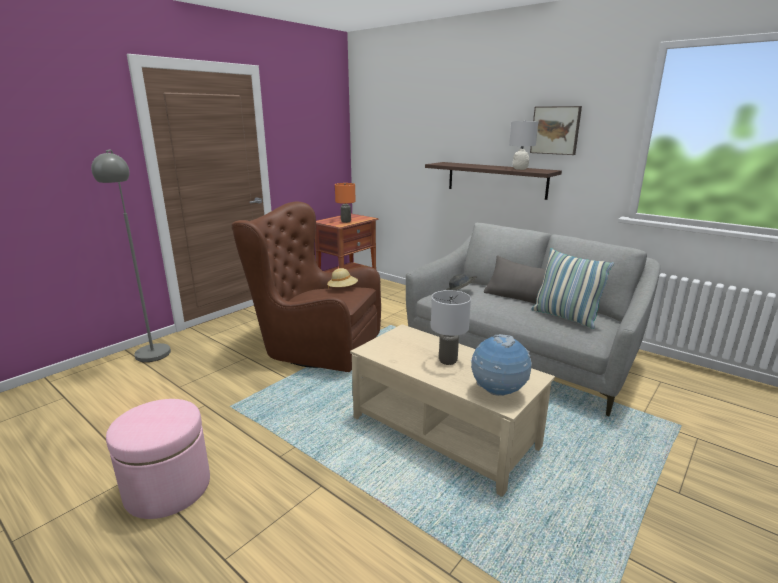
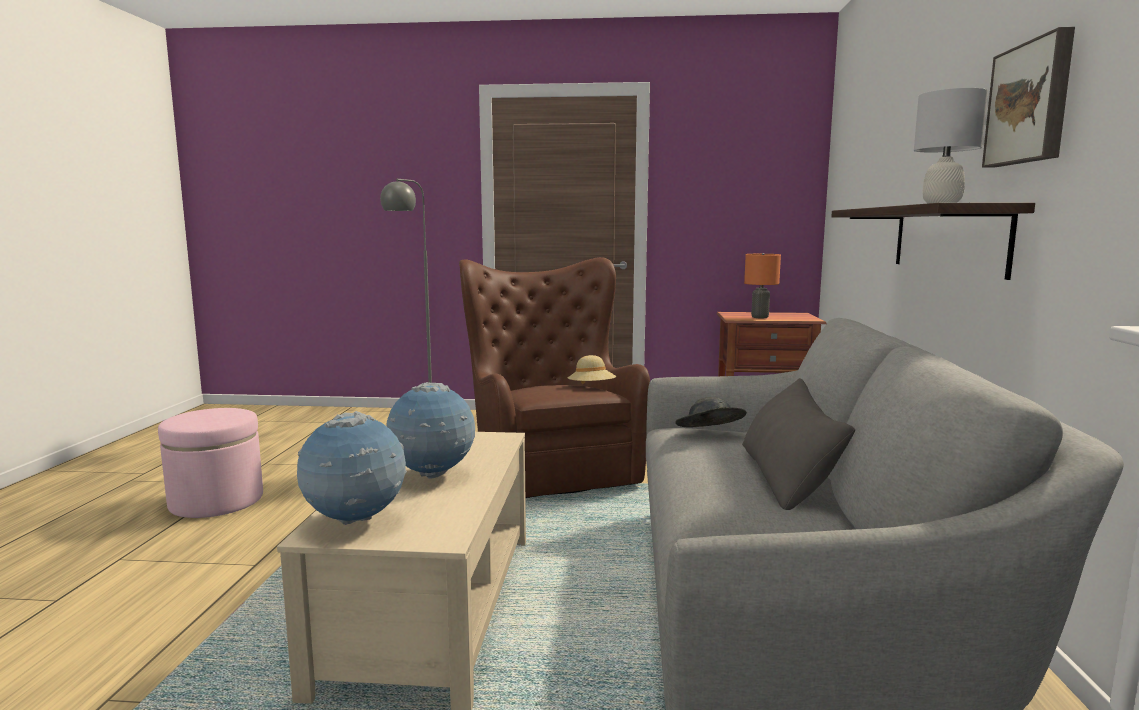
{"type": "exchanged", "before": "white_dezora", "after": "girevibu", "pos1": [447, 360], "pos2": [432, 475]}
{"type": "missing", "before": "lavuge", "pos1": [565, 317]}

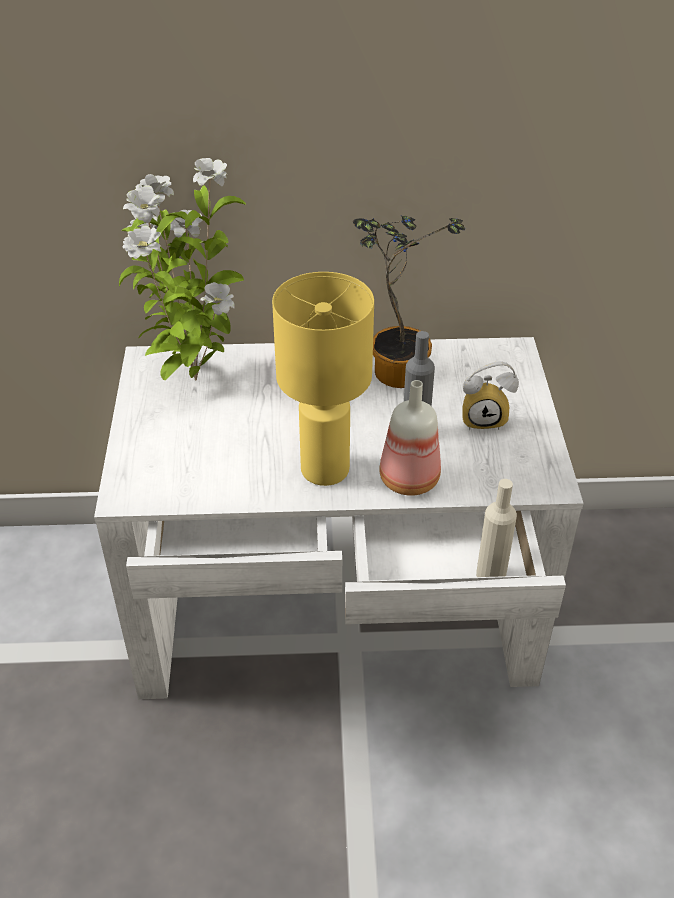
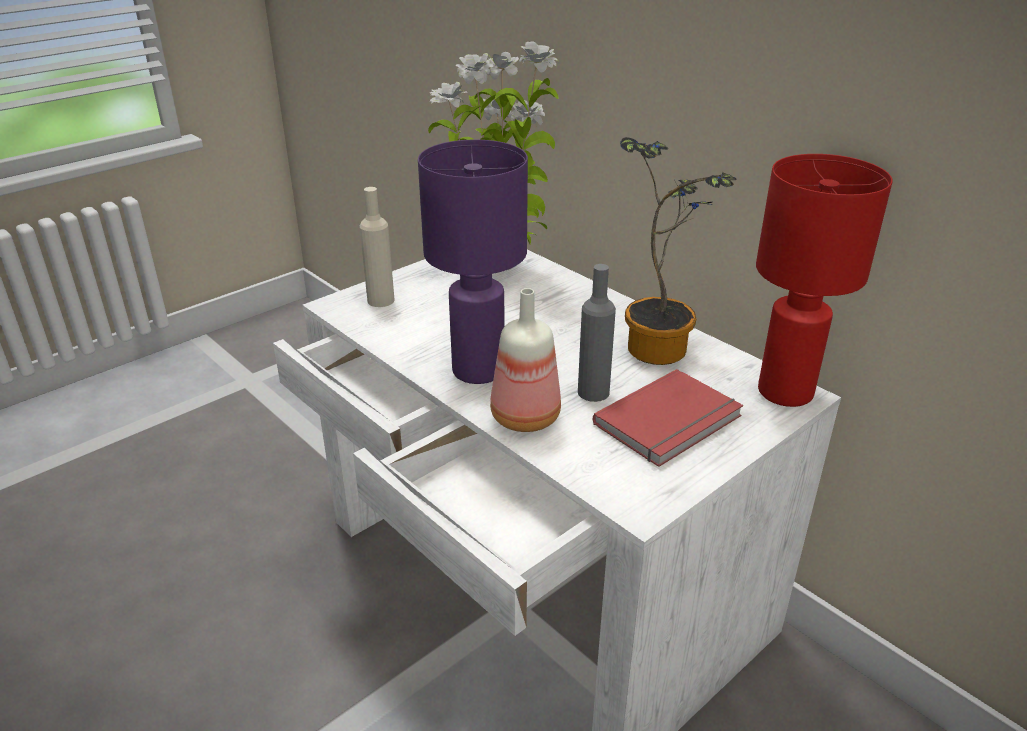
{"type": "relocated", "before": "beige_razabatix", "pos1": [491, 574], "pos2": [381, 300]}
{"type": "colour", "before": "yellow_dezora", "after": "purple_dezora", "pos1": [326, 469], "pos2": [479, 371]}
{"type": "exchanged", "before": "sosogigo", "after": "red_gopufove", "pos1": [484, 418], "pos2": [671, 422]}
{"type": "appeared", "after": "red_dezora", "pos2": [783, 391]}

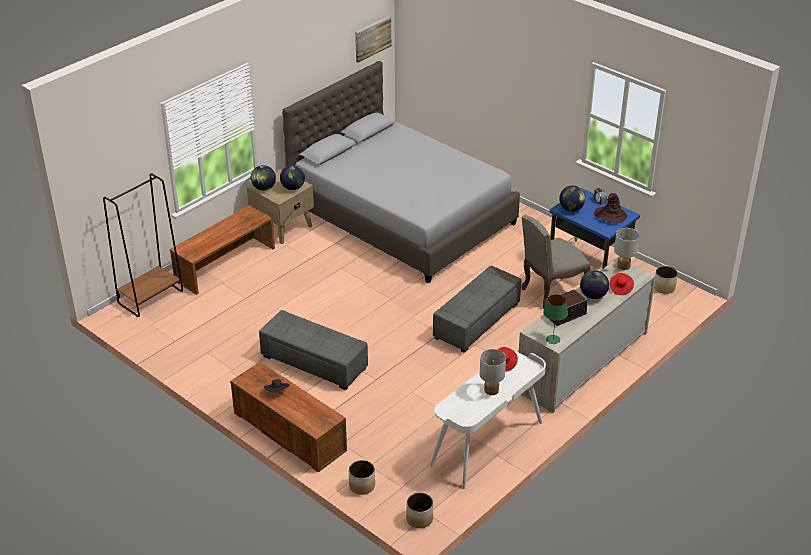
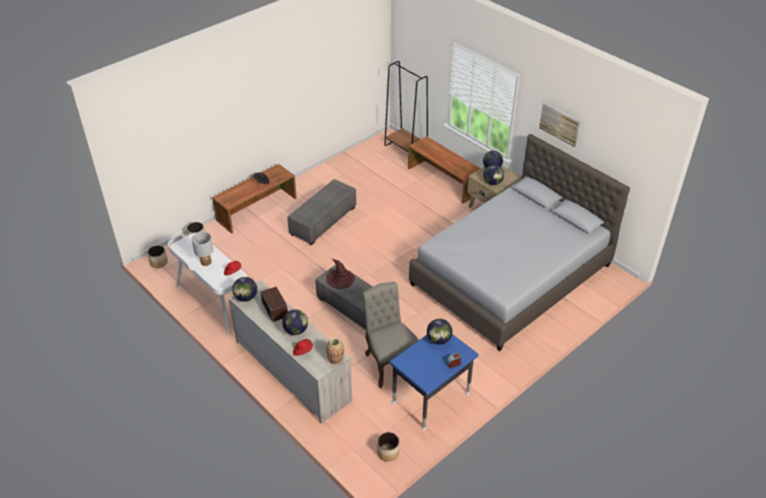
{"type": "exchanged", "before": "green_dezora", "after": "girevibu", "pos1": [553, 339], "pos2": [246, 297]}
{"type": "exchanged", "before": "grey_dezora", "after": "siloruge", "pos1": [623, 266], "pos2": [335, 359]}
{"type": "relocated", "before": "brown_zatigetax", "pos1": [610, 215], "pos2": [340, 279]}
{"type": "relocated", "before": "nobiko", "pos1": [372, 38], "pos2": [560, 123]}

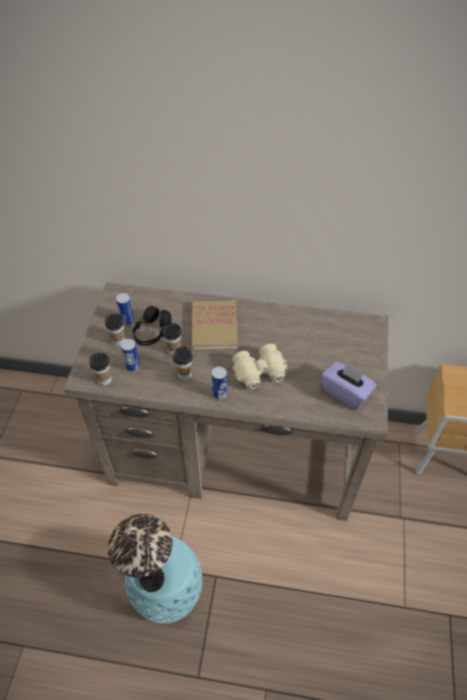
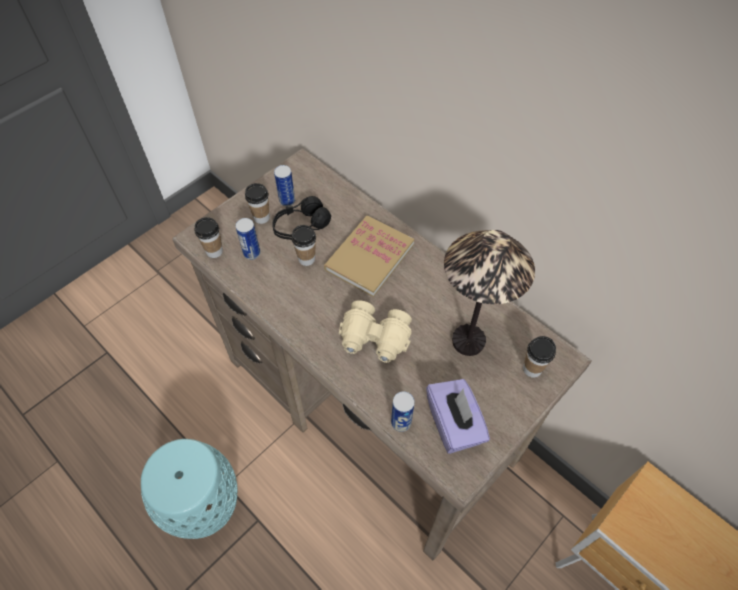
{"type": "relocated", "before": "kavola", "pos1": [219, 394], "pos2": [401, 422]}
{"type": "relocated", "before": "dezora", "pos1": [152, 579], "pos2": [468, 340]}
{"type": "relocated", "before": "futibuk", "pos1": [184, 374], "pos2": [532, 369]}

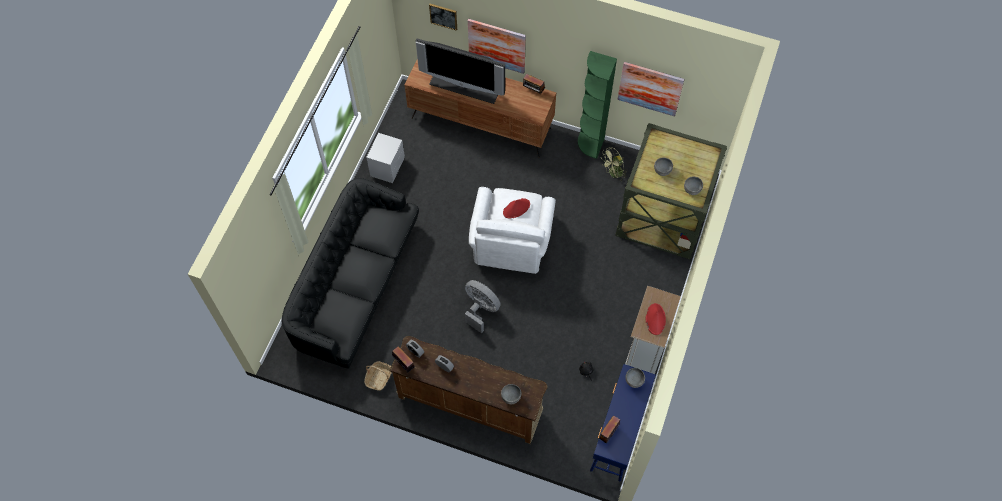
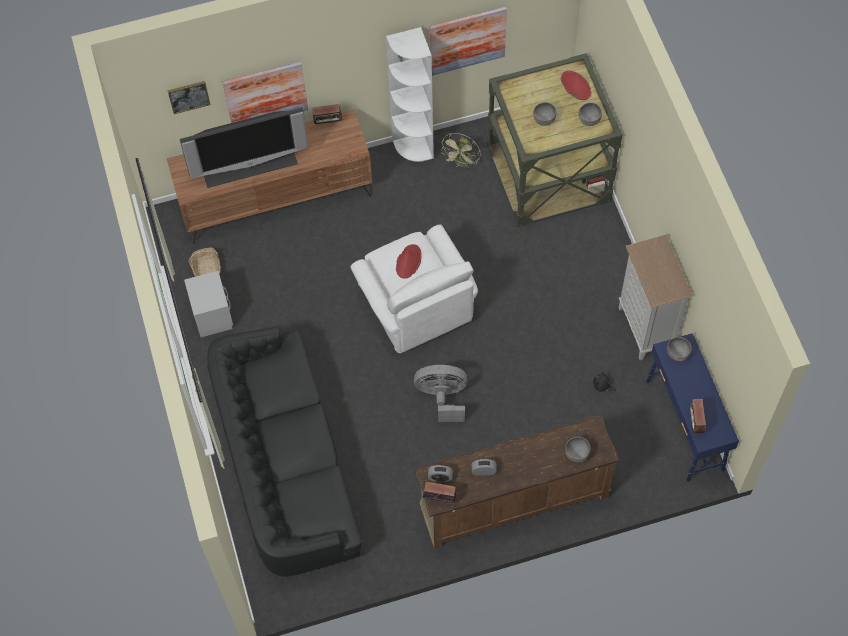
{"type": "relocated", "before": "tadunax", "pos1": [379, 378], "pos2": [206, 267]}
{"type": "colour", "before": "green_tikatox", "after": "white_tikatox", "pos1": [589, 146], "pos2": [414, 150]}
{"type": "relocated", "before": "red_zatigetax", "pos1": [655, 319], "pos2": [575, 85]}

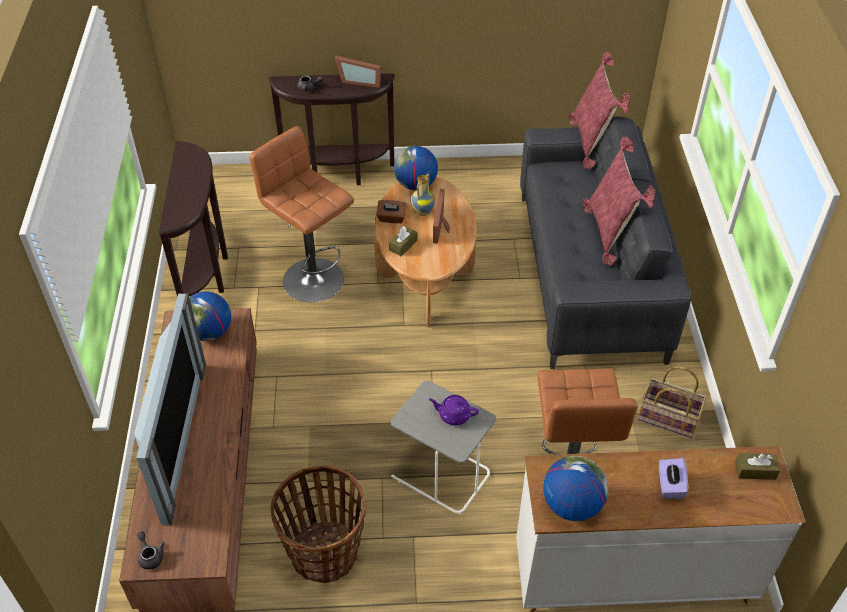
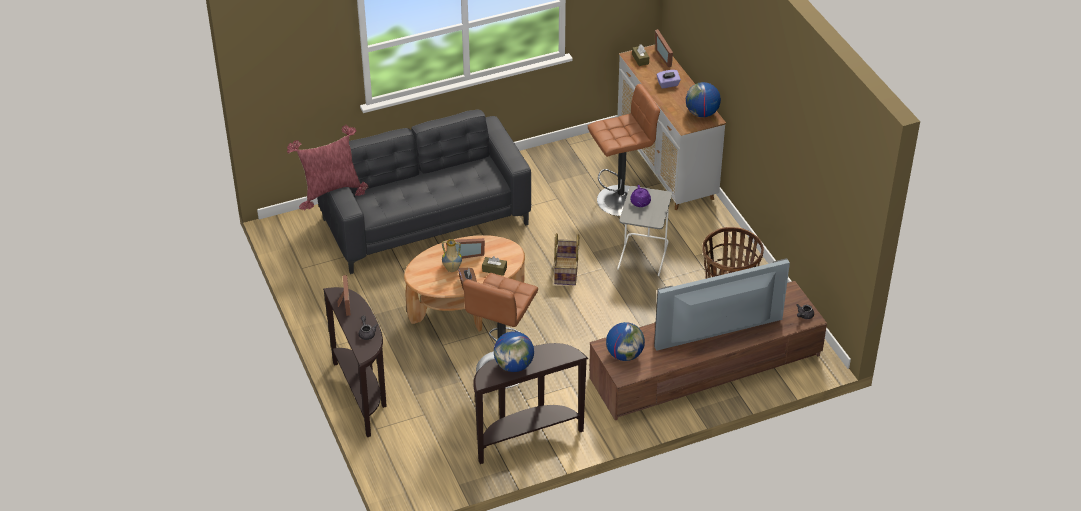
{"type": "relocated", "before": "girevibu", "pos1": [415, 185], "pos2": [514, 365]}
{"type": "relocated", "before": "tadunax", "pos1": [667, 418], "pos2": [567, 271]}
{"type": "appeared", "after": "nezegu", "pos2": [665, 56]}
{"type": "missing", "before": "red_lavuge", "pos1": [610, 236]}

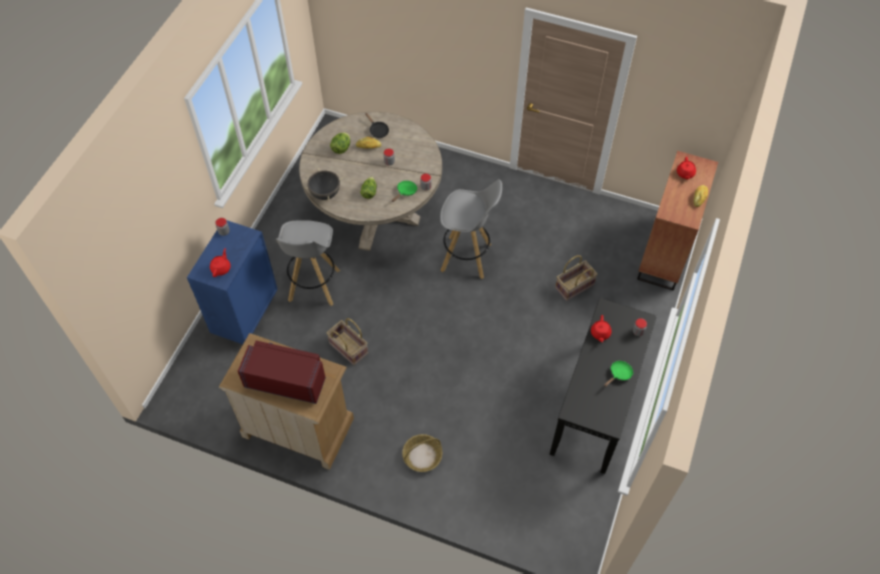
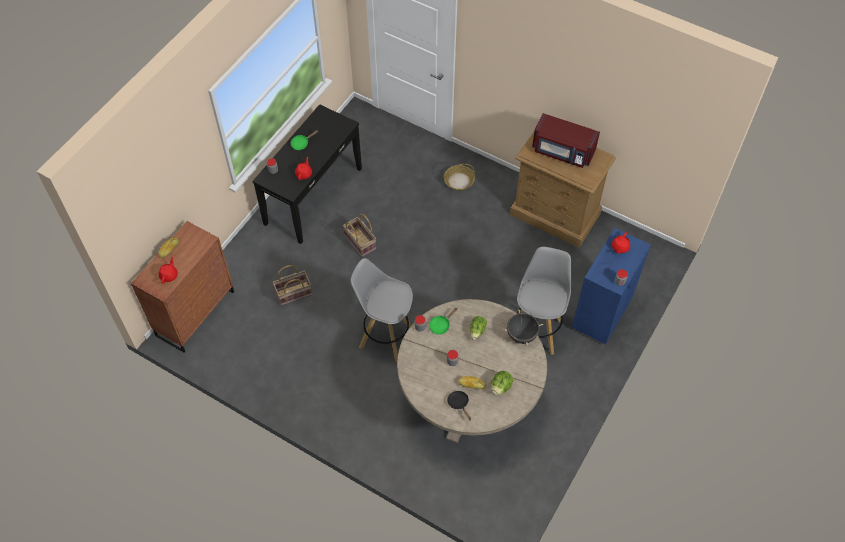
{"type": "relocated", "before": "tadunax", "pos1": [348, 348], "pos2": [360, 242]}

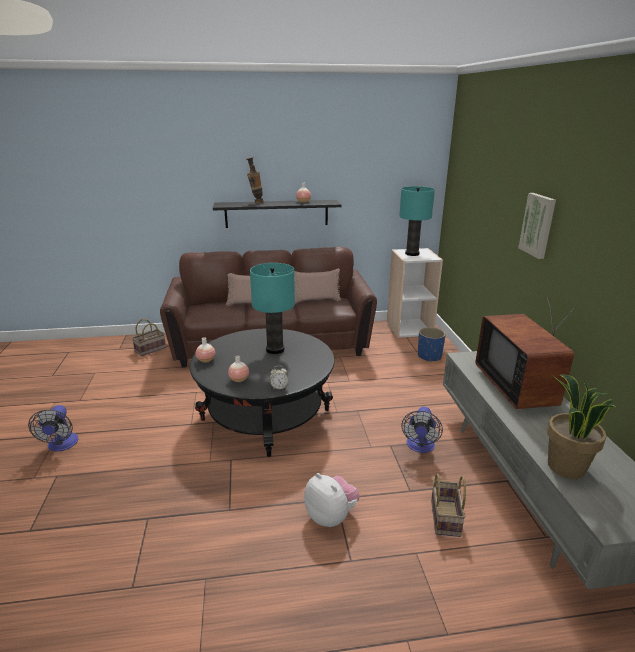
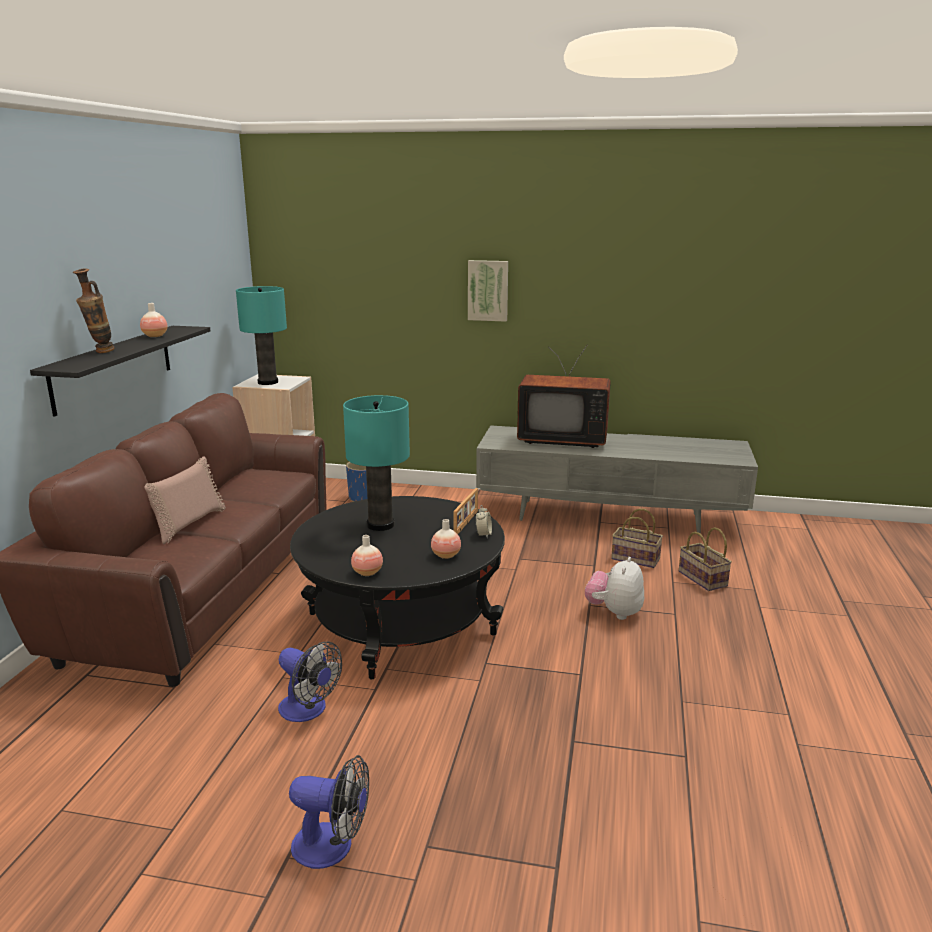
{"type": "relocated", "before": "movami", "pos1": [420, 447], "pos2": [308, 710]}
{"type": "appeared", "after": "nezegu", "pos2": [467, 523]}
{"type": "spun", "before": "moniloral", "pos1": [331, 516], "pos2": [614, 612], "turn": -45}
{"type": "relocated", "before": "tadunax", "pos1": [150, 349], "pos2": [701, 578]}
{"type": "missing", "before": "beige_lavuge", "pos1": [315, 300]}
{"type": "missing", "before": "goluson", "pos1": [565, 467]}

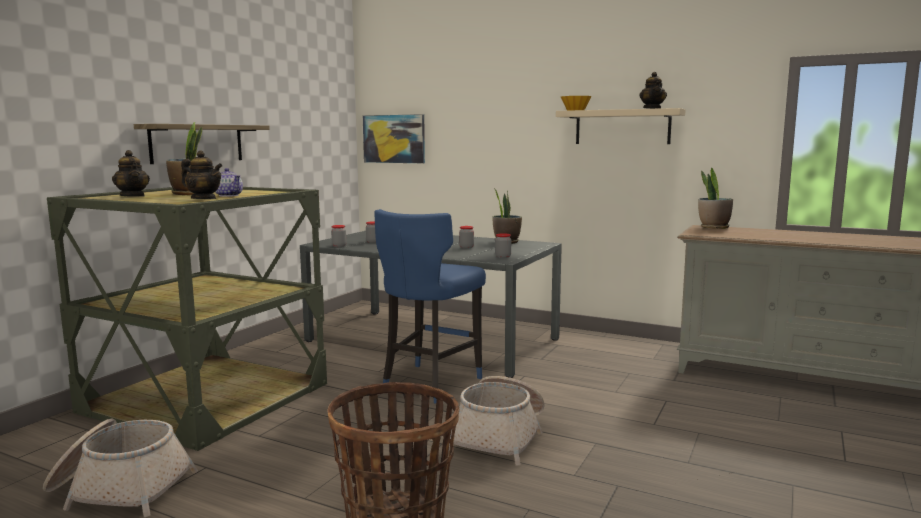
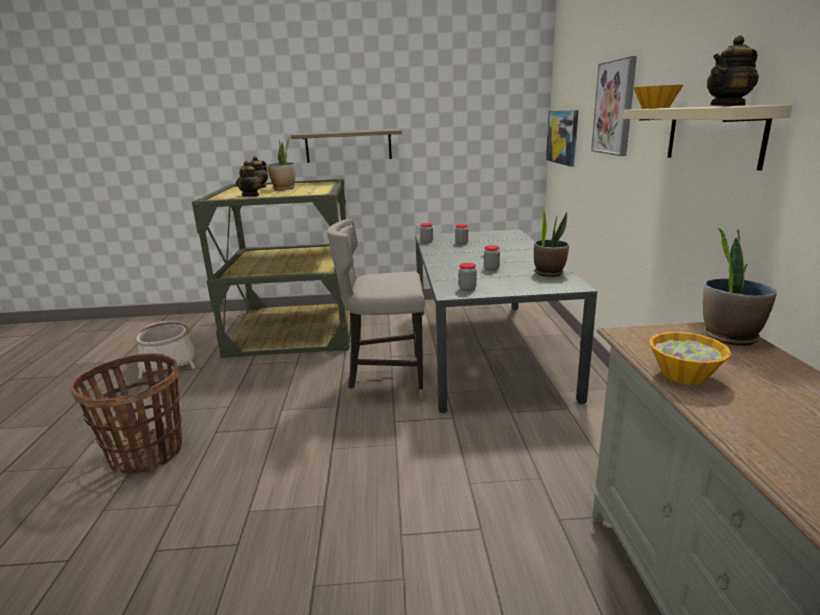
{"type": "colour", "before": "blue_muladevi", "after": "grey_muladevi", "pos1": [429, 384], "pos2": [385, 383]}
{"type": "appeared", "after": "nobiko", "pos2": [614, 108]}
{"type": "appeared", "after": "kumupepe", "pos2": [684, 375]}
{"type": "missing", "before": "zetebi", "pos1": [228, 195]}
{"type": "missing", "before": "tadunax", "pos1": [500, 436]}

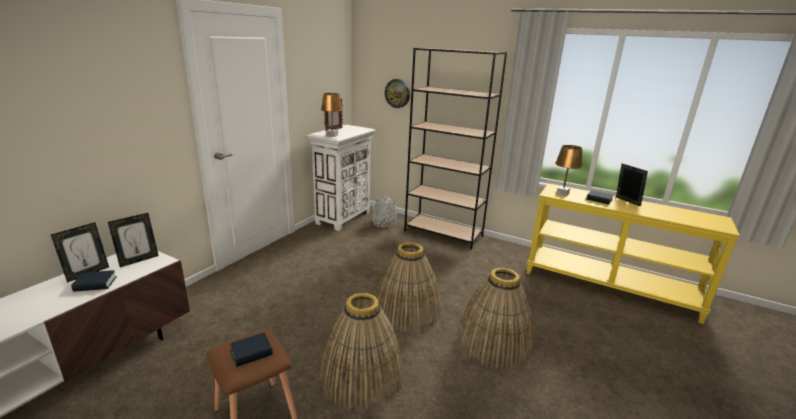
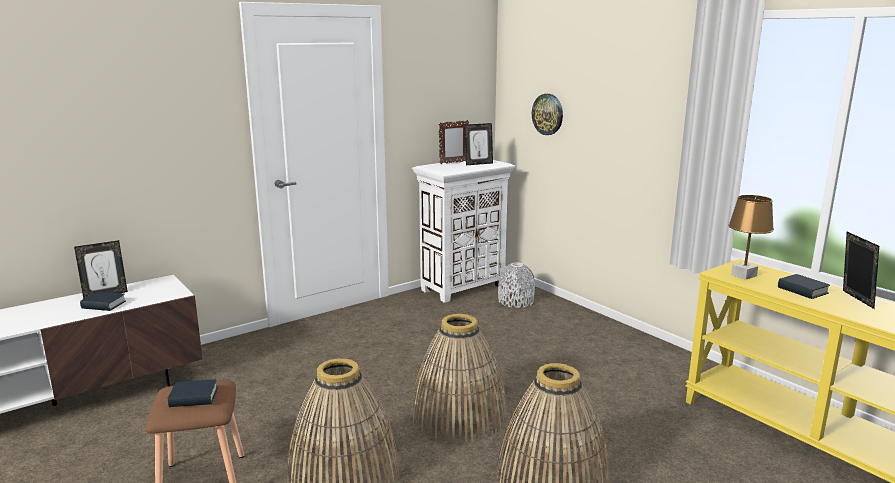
{"type": "relocated", "before": "nezegu", "pos1": [138, 260], "pos2": [478, 164]}
{"type": "missing", "before": "brown_dezora", "pos1": [332, 135]}
{"type": "missing", "before": "beige_tikatox", "pos1": [444, 233]}

